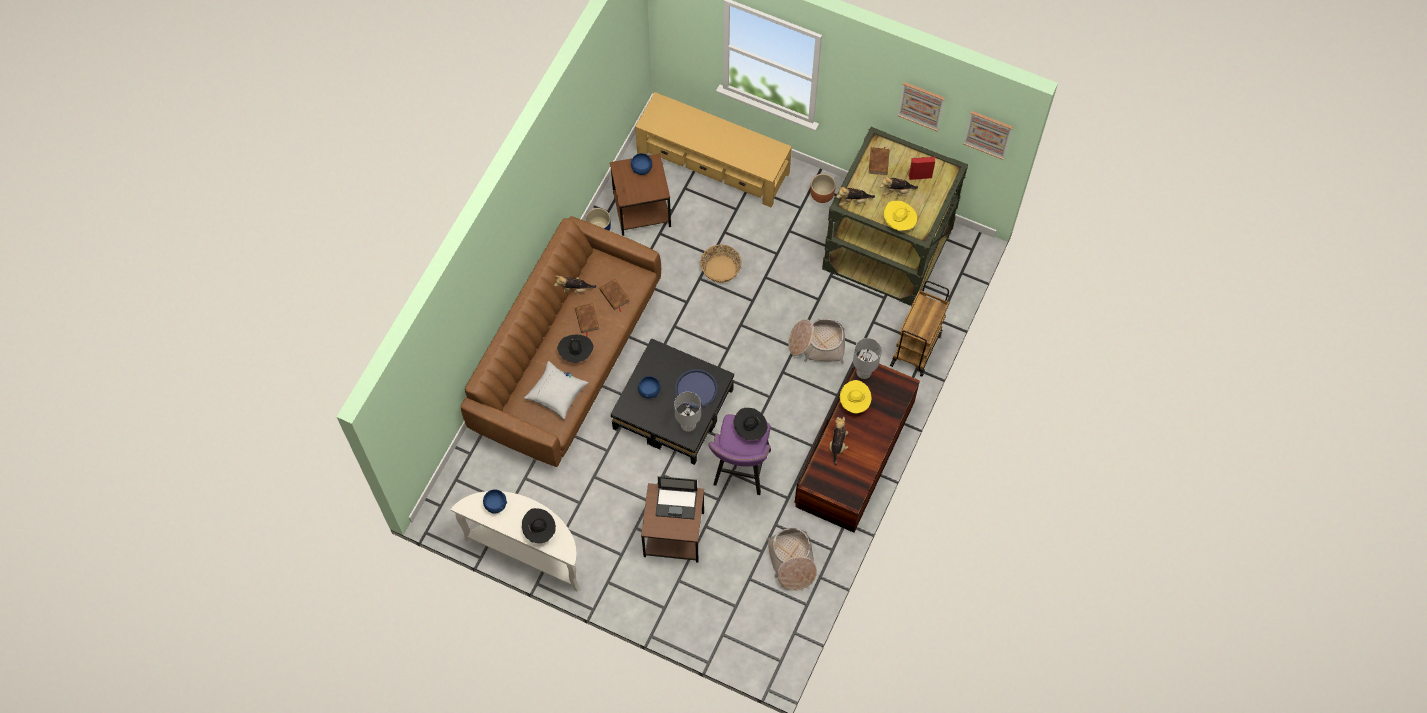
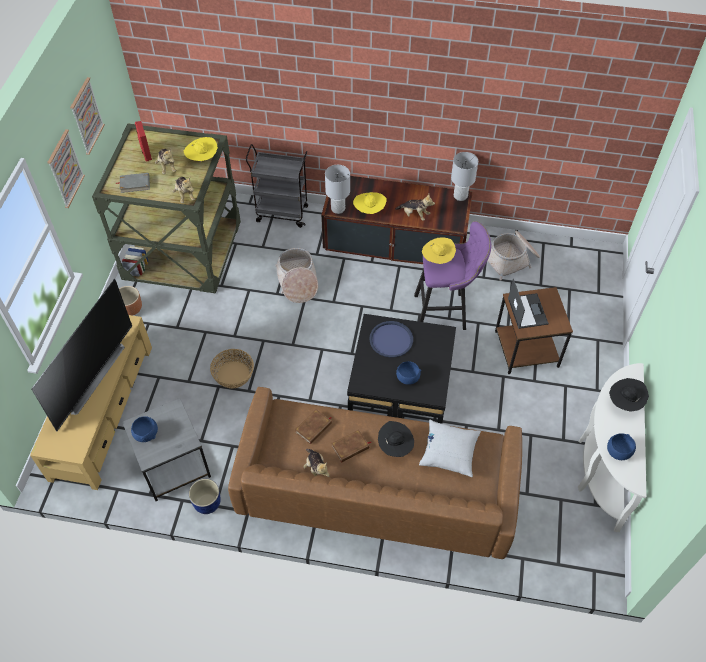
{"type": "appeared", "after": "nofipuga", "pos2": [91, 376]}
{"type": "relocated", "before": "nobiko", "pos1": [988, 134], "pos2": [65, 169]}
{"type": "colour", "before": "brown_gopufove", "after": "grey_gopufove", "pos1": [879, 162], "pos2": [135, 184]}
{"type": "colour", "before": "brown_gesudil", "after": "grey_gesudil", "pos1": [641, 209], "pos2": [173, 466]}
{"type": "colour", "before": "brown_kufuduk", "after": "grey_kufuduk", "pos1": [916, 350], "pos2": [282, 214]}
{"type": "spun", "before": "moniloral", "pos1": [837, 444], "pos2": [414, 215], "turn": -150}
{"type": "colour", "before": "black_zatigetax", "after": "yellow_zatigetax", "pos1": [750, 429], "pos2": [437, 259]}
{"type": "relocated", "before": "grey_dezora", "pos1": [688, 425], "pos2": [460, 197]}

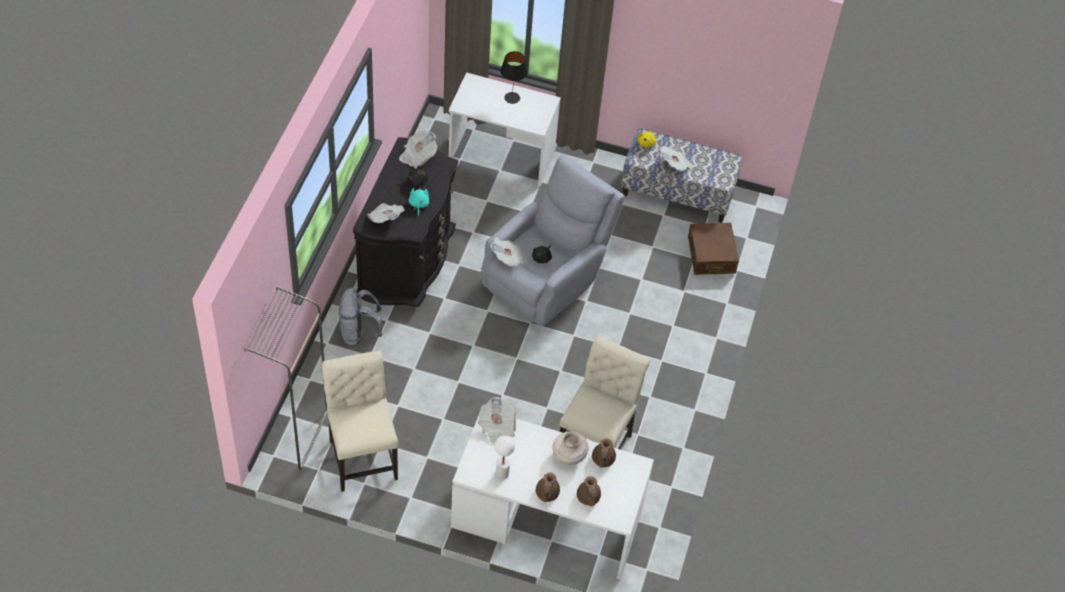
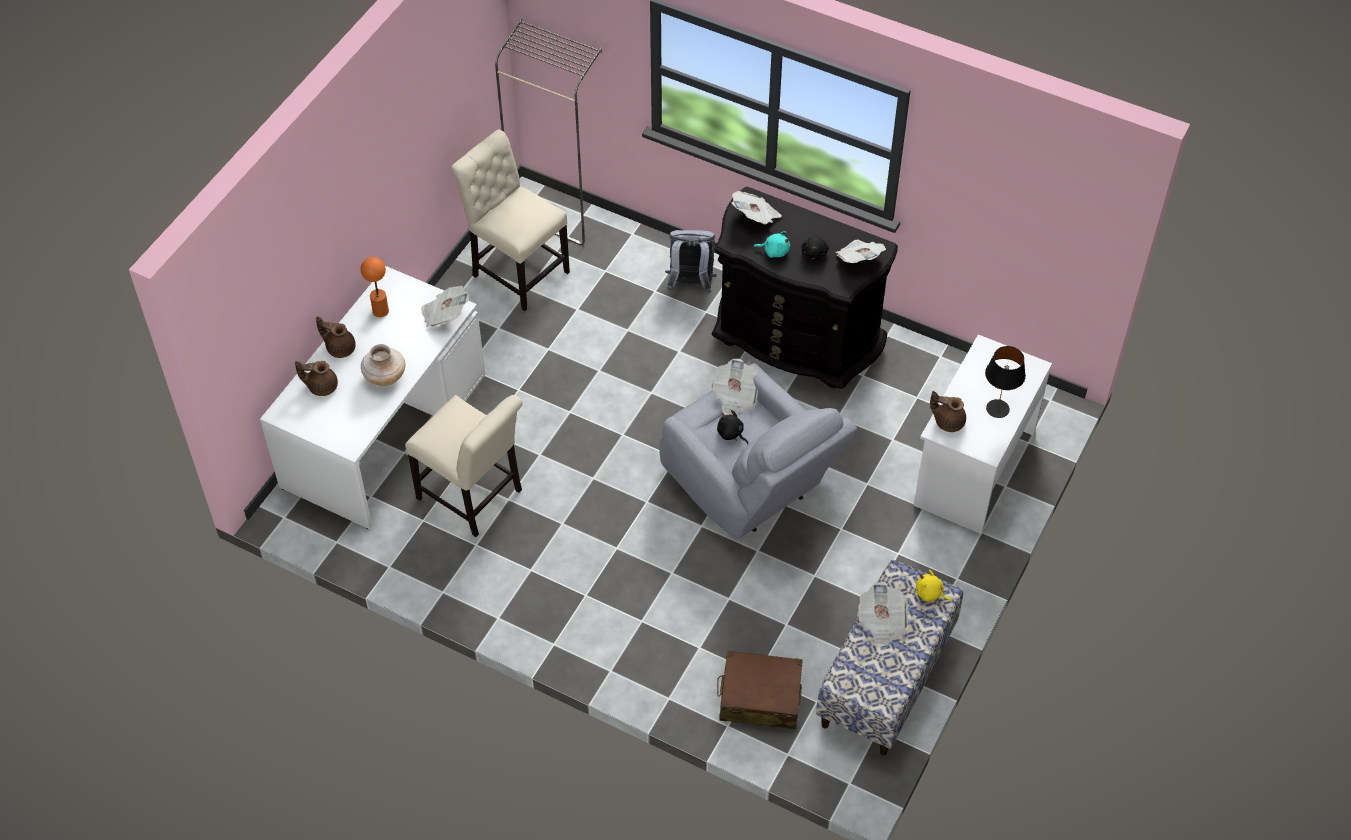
{"type": "colour", "before": "white_dezora", "after": "orange_dezora", "pos1": [502, 473], "pos2": [380, 311]}
{"type": "spun", "before": "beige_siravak", "pos1": [362, 455], "pos2": [516, 270], "turn": -135}
{"type": "relocated", "before": "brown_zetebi", "pos1": [602, 460], "pos2": [948, 421]}

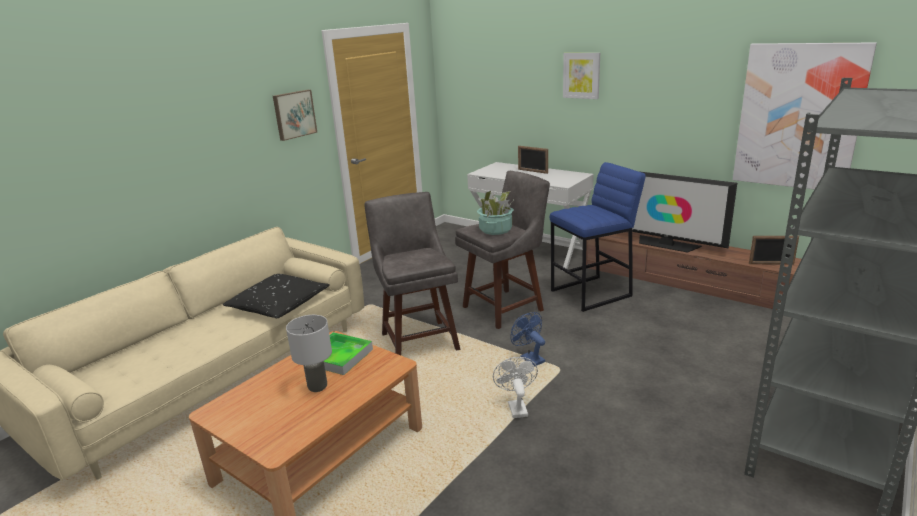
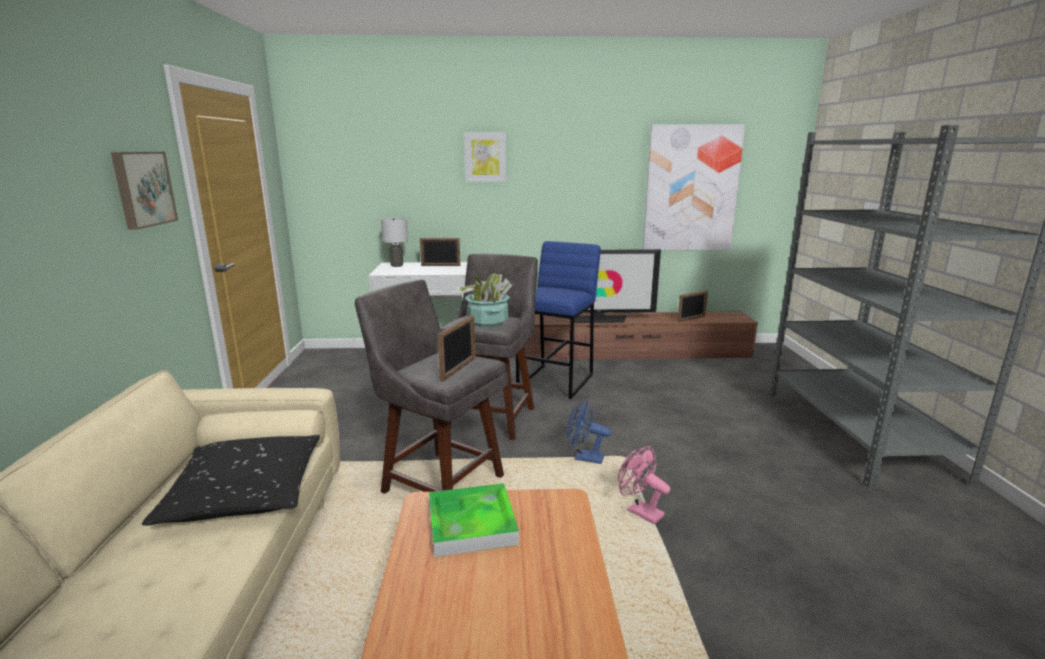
{"type": "relocated", "before": "white_dezora", "pos1": [317, 388], "pos2": [397, 266]}
{"type": "appeared", "after": "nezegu", "pos2": [458, 369]}
{"type": "colour", "before": "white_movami", "after": "pink_movami", "pos1": [516, 407], "pos2": [639, 511]}

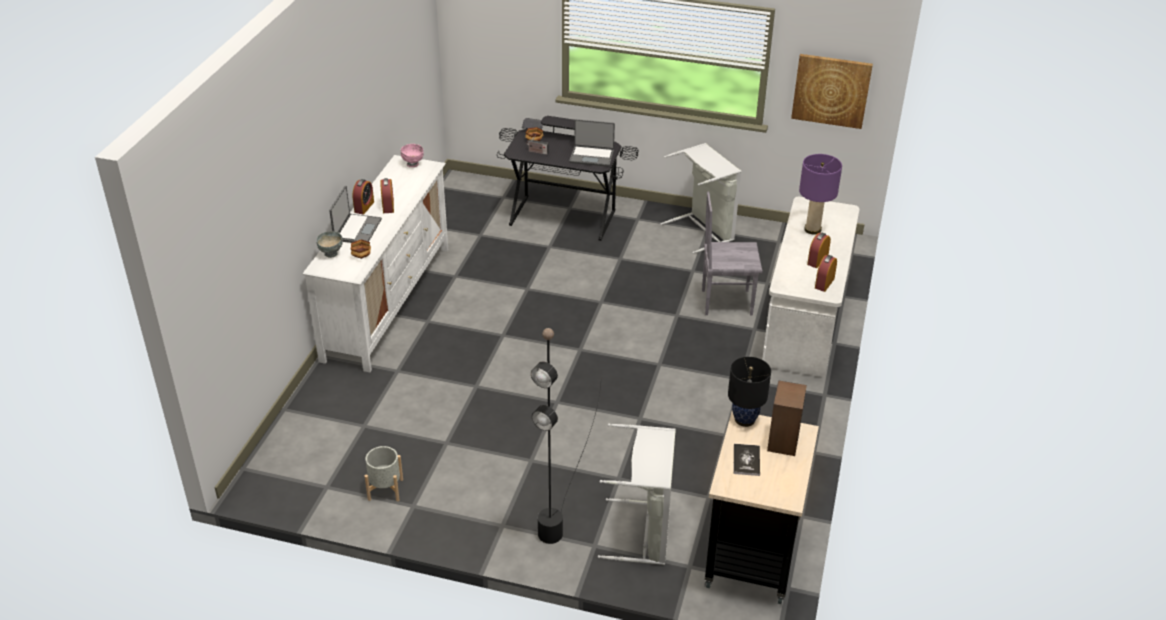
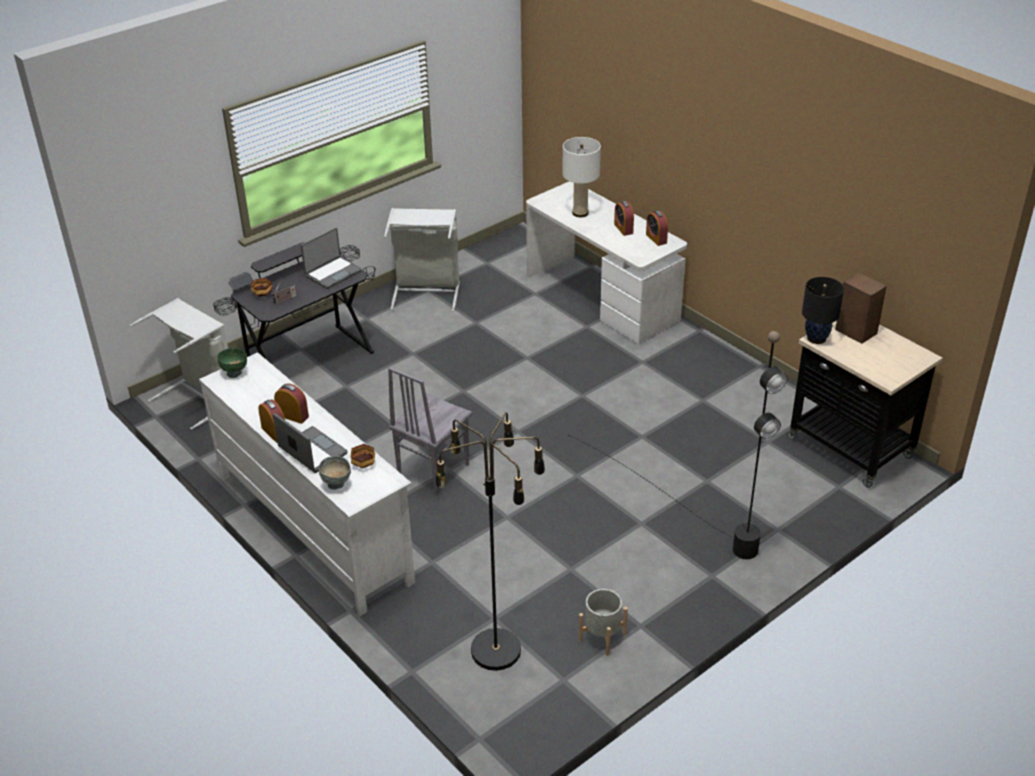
{"type": "relocated", "before": "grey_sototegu", "pos1": [645, 533], "pos2": [200, 397]}
{"type": "colour", "before": "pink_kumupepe", "after": "green_kumupepe", "pos1": [413, 164], "pos2": [234, 373]}
{"type": "relocated", "before": "grey_siravak", "pos1": [726, 302], "pos2": [432, 471]}
{"type": "appeared", "after": "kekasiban", "pos2": [496, 650]}
{"type": "colour", "before": "purple_dezora", "after": "white_dezora", "pos1": [812, 229], "pos2": [580, 213]}
{"type": "missing", "before": "gopufove", "pos1": [746, 460]}
{"type": "missing", "before": "nobiko", "pos1": [831, 90]}

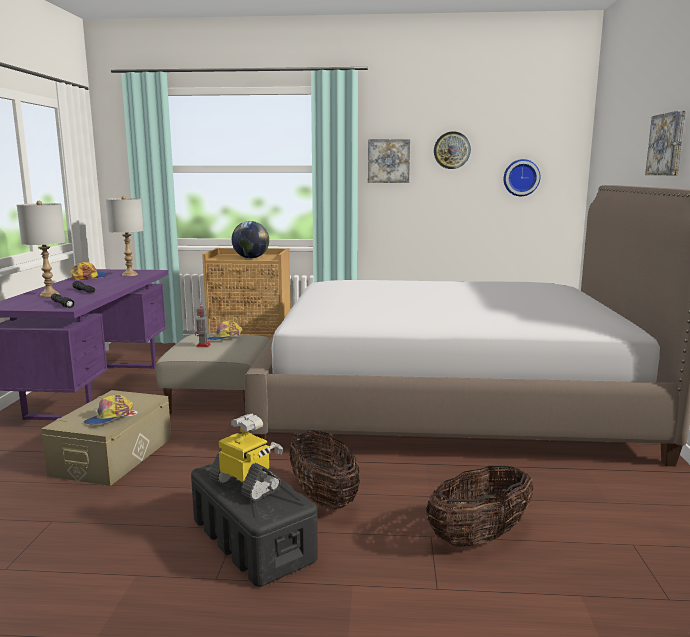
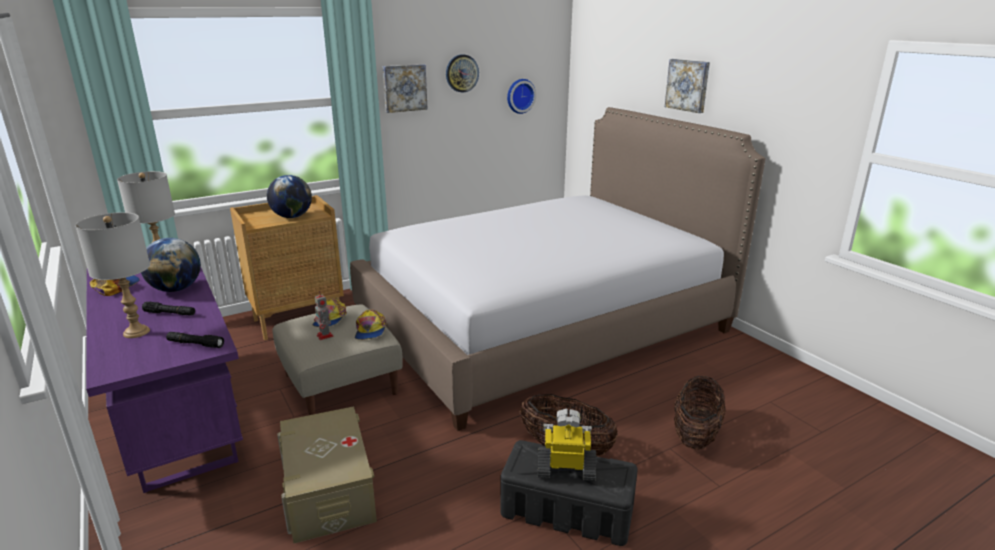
{"type": "appeared", "after": "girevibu", "pos2": [176, 289]}
{"type": "relocated", "before": "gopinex", "pos1": [110, 418], "pos2": [370, 330]}

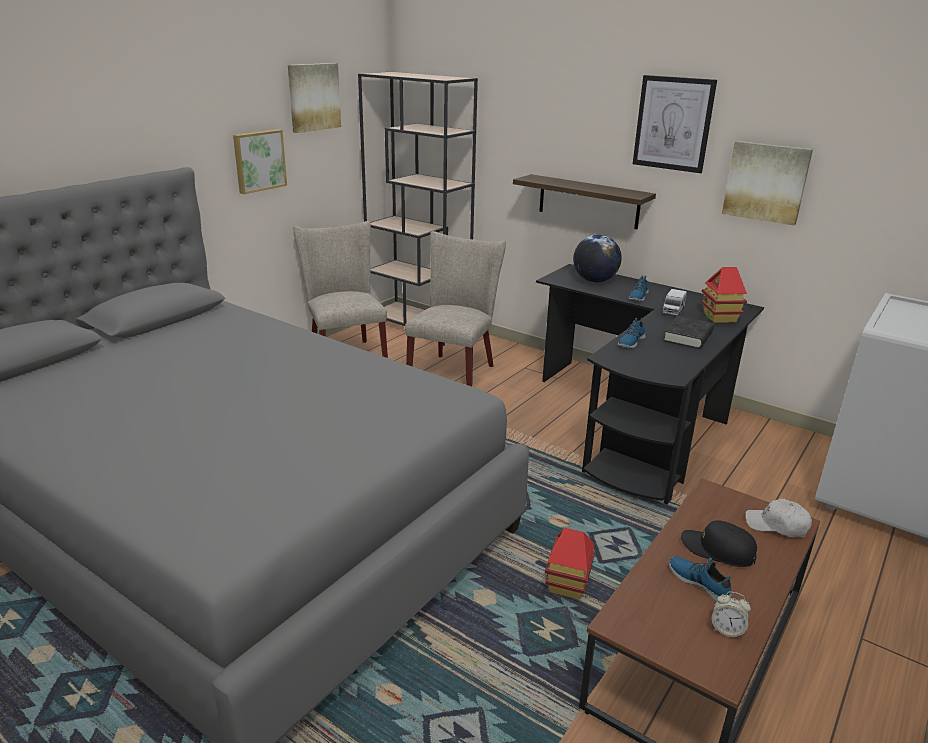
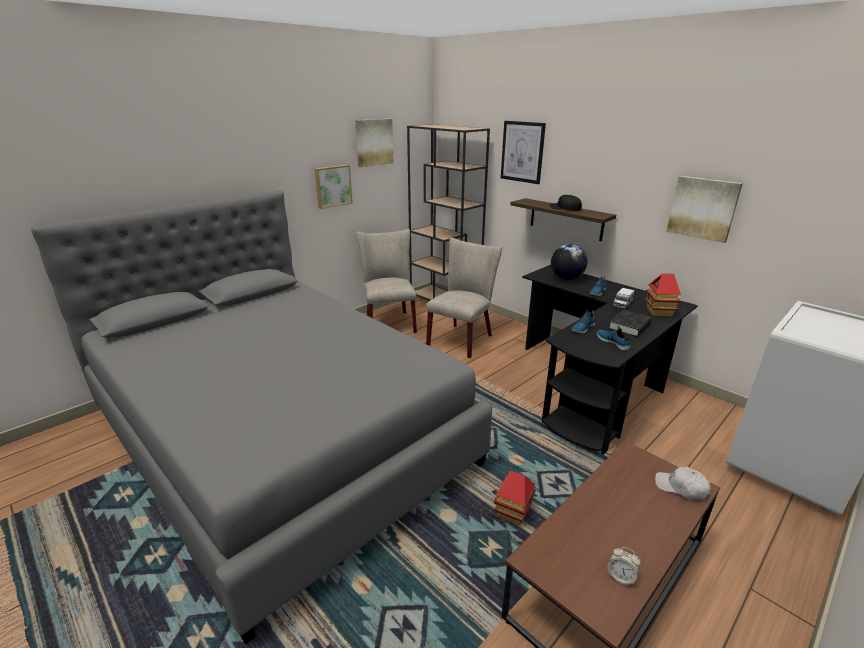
{"type": "relocated", "before": "nobiko", "pos1": [673, 123], "pos2": [522, 152]}
{"type": "relocated", "before": "black_gopinex", "pos1": [717, 550], "pos2": [565, 208]}
{"type": "relocated", "before": "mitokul", "pos1": [699, 582], "pos2": [613, 342]}

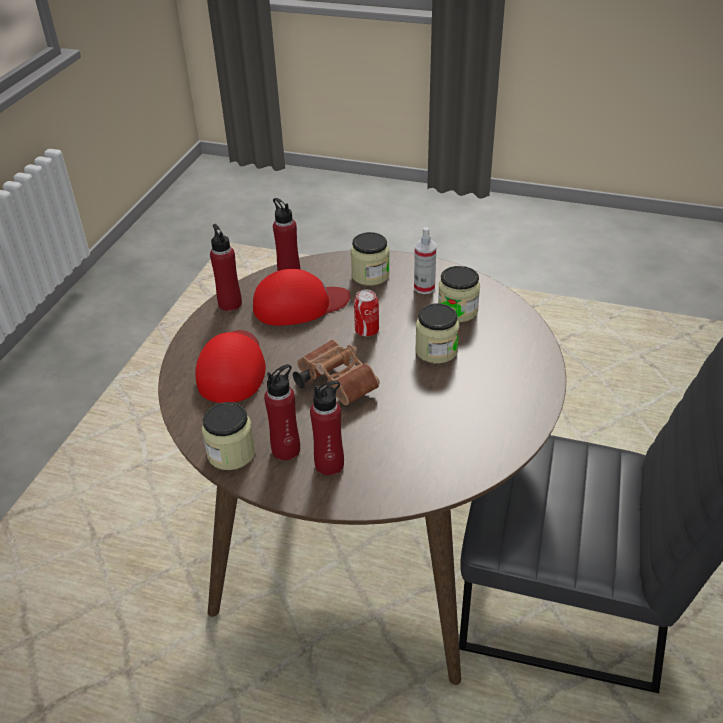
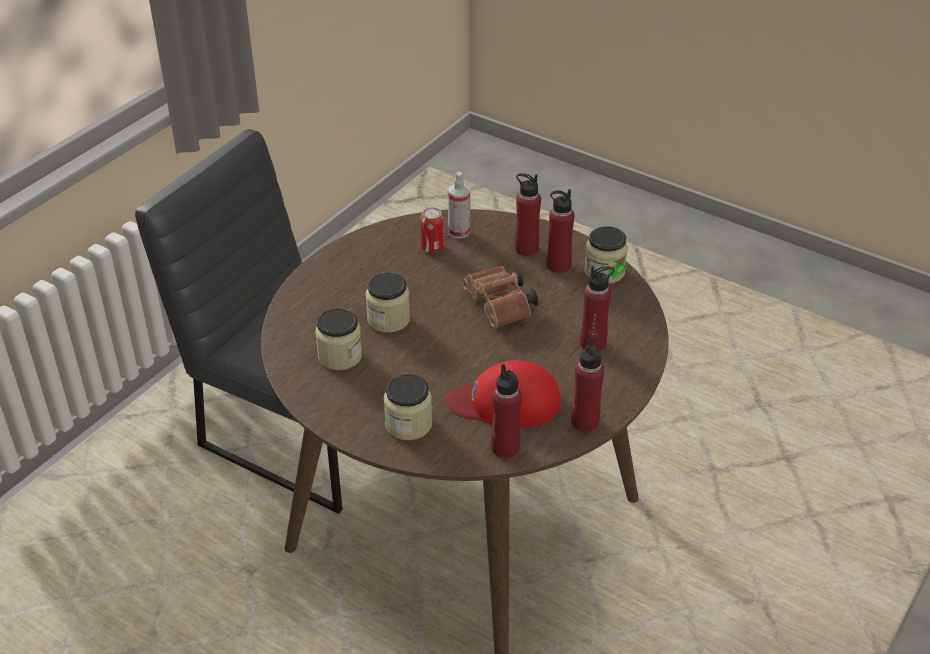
{"type": "relocated", "before": "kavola", "pos1": [367, 331], "pos2": [432, 247]}
{"type": "relocated", "before": "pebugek", "pos1": [424, 287], "pos2": [459, 232]}
{"type": "exchanged", "before": "red_gopinex", "after": "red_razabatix", "pos1": [232, 368], "pos2": [593, 344]}

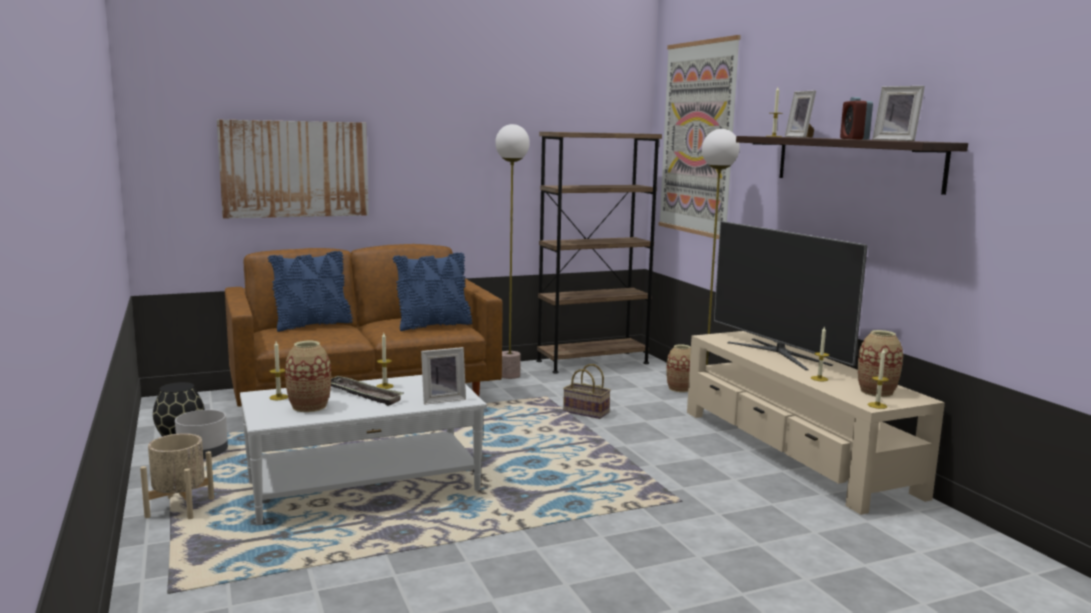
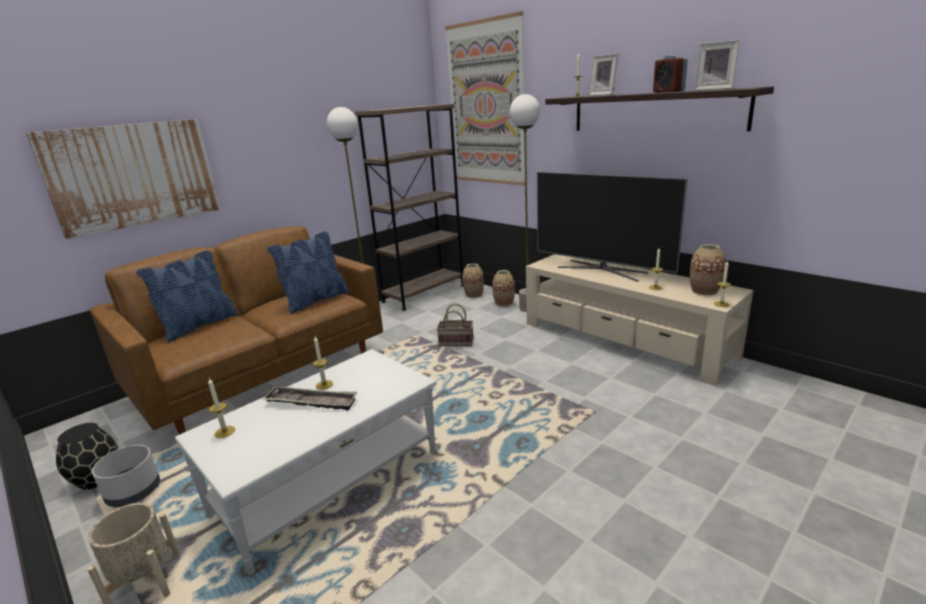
{"type": "relocated", "before": "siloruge", "pos1": [309, 406], "pos2": [473, 295]}
{"type": "missing", "before": "nezegu", "pos1": [442, 399]}

